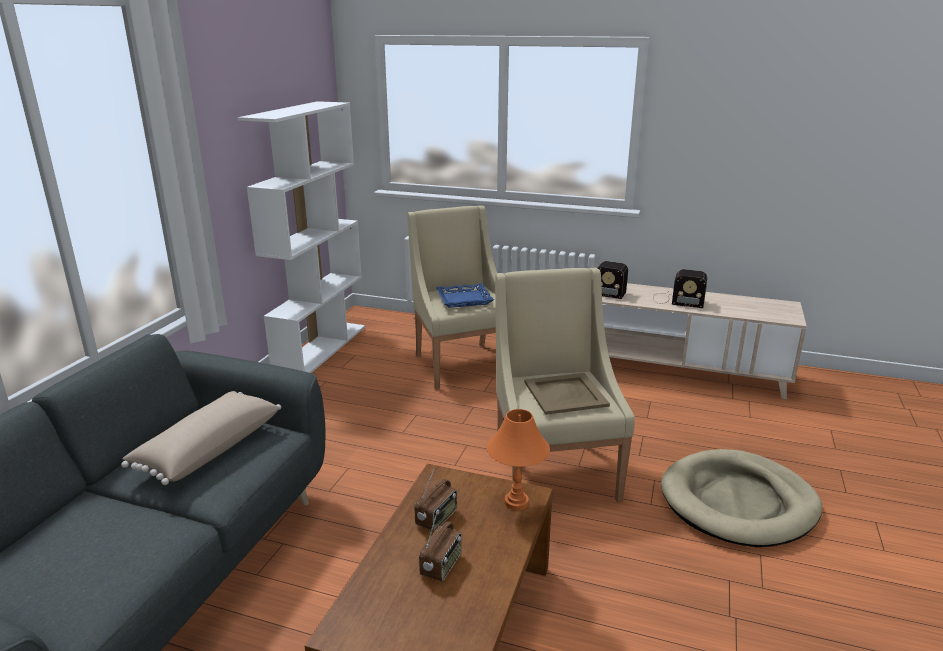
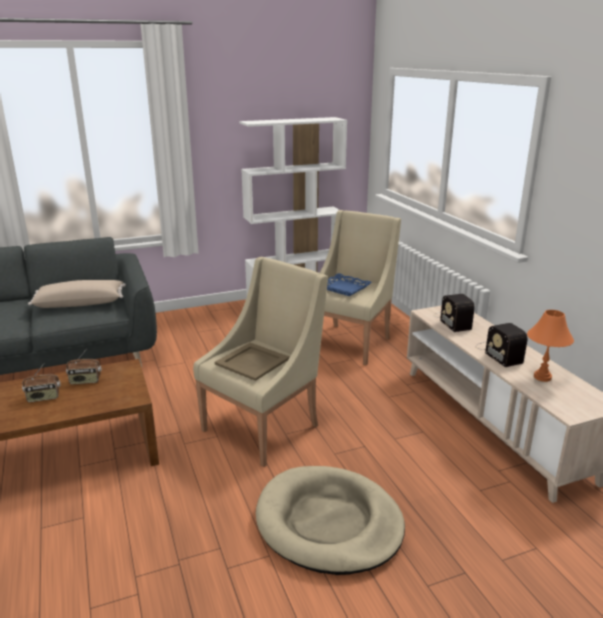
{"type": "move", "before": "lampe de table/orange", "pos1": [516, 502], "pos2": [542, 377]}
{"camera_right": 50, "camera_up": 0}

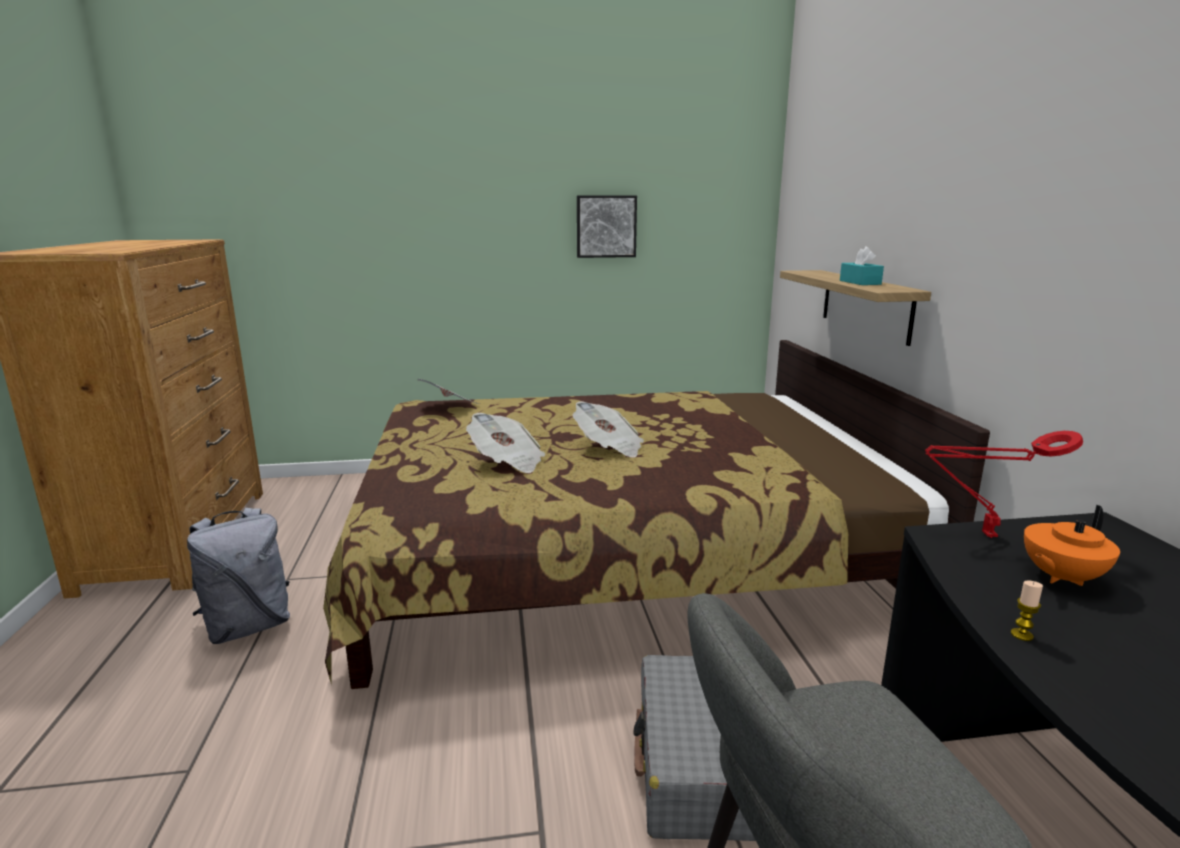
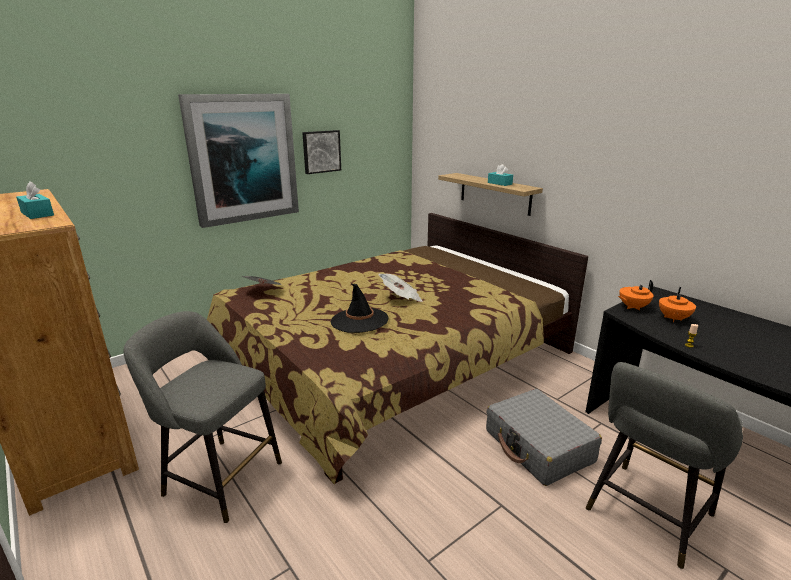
{"type": "replace", "before": "sac à dos/gris", "after": "tabouret/gris", "pos1": [248, 626], "pos2": [218, 476]}
{"type": "replace", "before": "journal", "after": "chapeau/noir", "pos1": [507, 462], "pos2": [359, 320]}
{"type": "replace", "before": "lampe de table/rouge", "after": "théière/orange", "pos1": [984, 535], "pos2": [632, 307]}
{"type": "insert", "after": "boîte à mouchoirs/turquoise", "pos2": [37, 214]}
{"type": "insert", "after": "tableau", "pos2": [243, 158]}
{"camera_right": -30, "camera_up": 5}

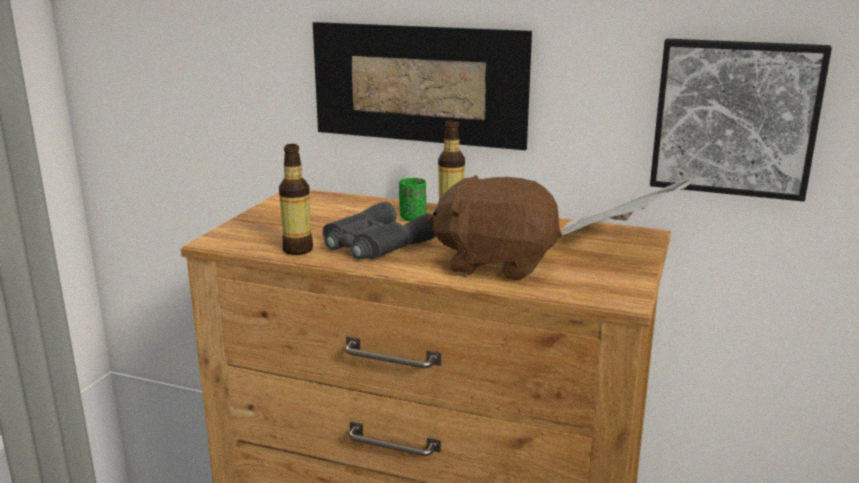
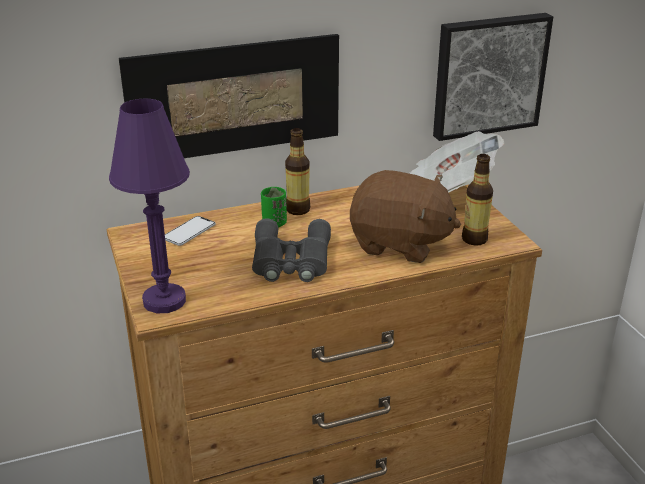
{"type": "move", "before": "bouteille", "pos1": [297, 250], "pos2": [474, 239]}
{"type": "rotate", "before": "peluche/marron", "pos1": [495, 263], "pos2": [400, 244], "turn": -135}
{"type": "insert", "after": "lampe de table/violet", "pos2": [164, 301]}
{"type": "insert", "after": "téléphone", "pos2": [189, 232]}
{"camera_right": -40, "camera_up": 10}

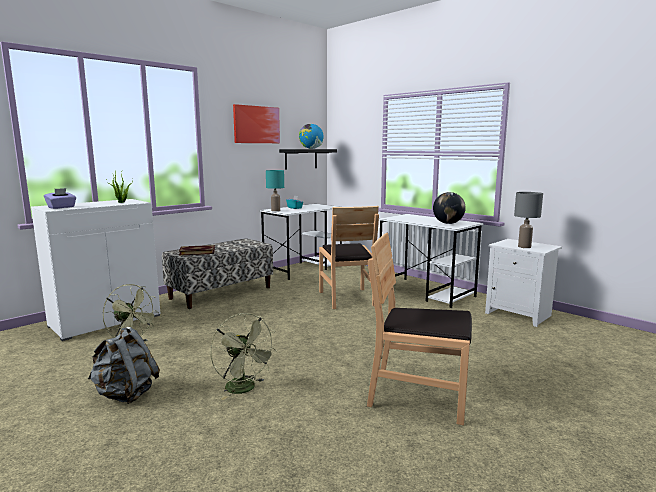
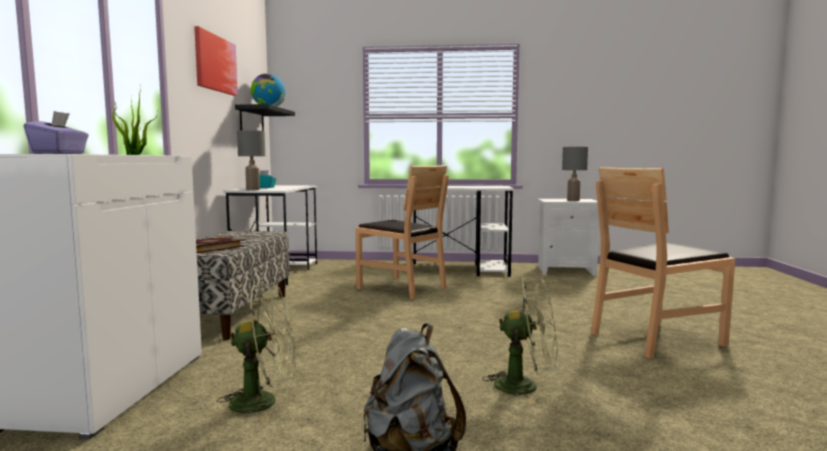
{"type": "recolor", "before": "lampe de table/turquoise", "after": "lampe de table/gris", "pos1": [276, 211], "pos2": [253, 189]}
{"type": "delete", "before": "globe", "pos1": [448, 223]}
{"camera_right": -40, "camera_up": -5}

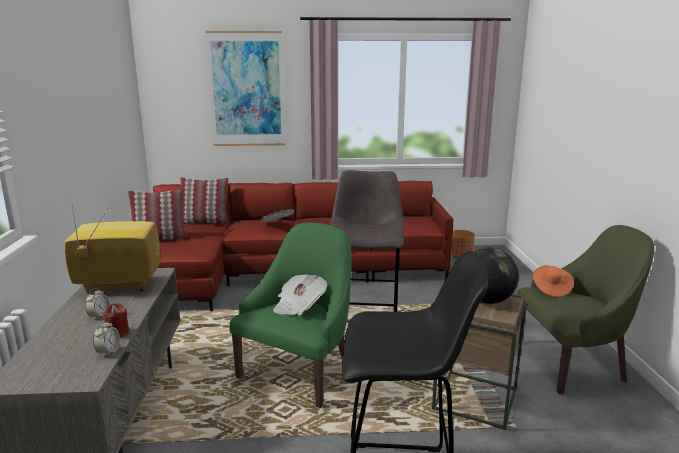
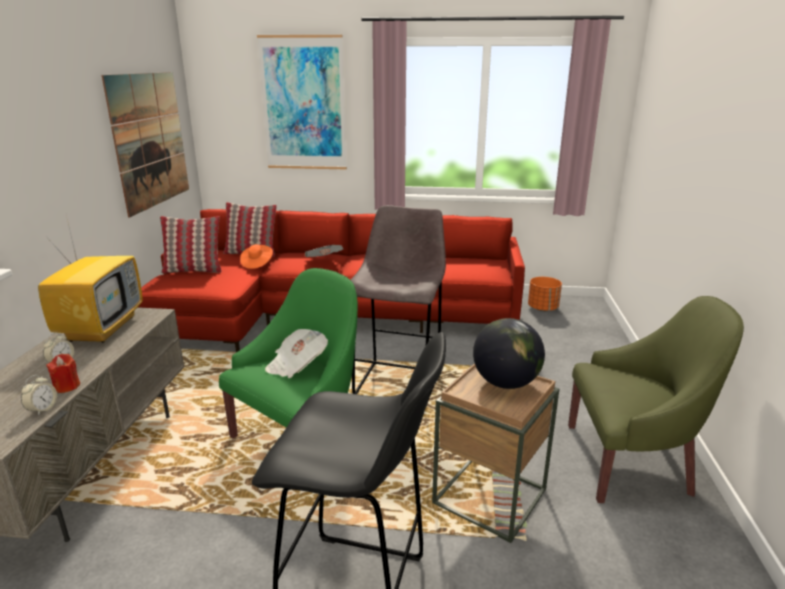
{"type": "rotate", "before": "téléviseur", "pos1": [117, 286], "pos2": [101, 328], "turn": 90}
{"type": "move", "before": "chapeau/orange", "pos1": [551, 289], "pos2": [257, 263]}
{"type": "insert", "after": "tableau", "pos2": [150, 140]}
{"camera_right": 10, "camera_up": 5}

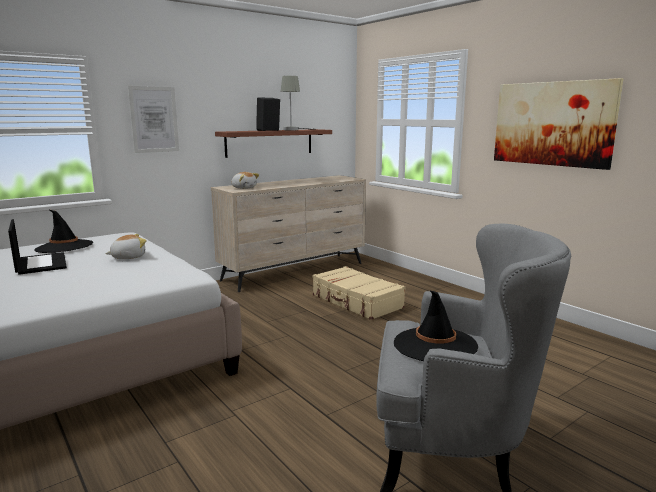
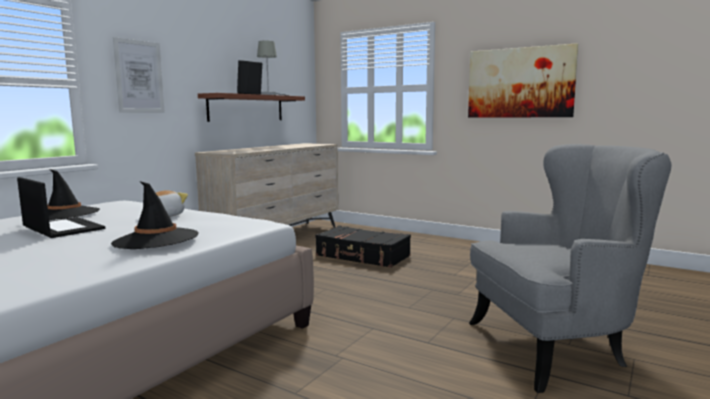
{"type": "delete", "before": "peluche", "pos1": [244, 188]}
{"type": "recolor", "before": "valise/beige", "after": "valise/noir", "pos1": [356, 302], "pos2": [362, 256]}
{"type": "move", "before": "chapeau/noir", "pos1": [434, 345], "pos2": [156, 239]}
{"camera_right": -20, "camera_up": -5}

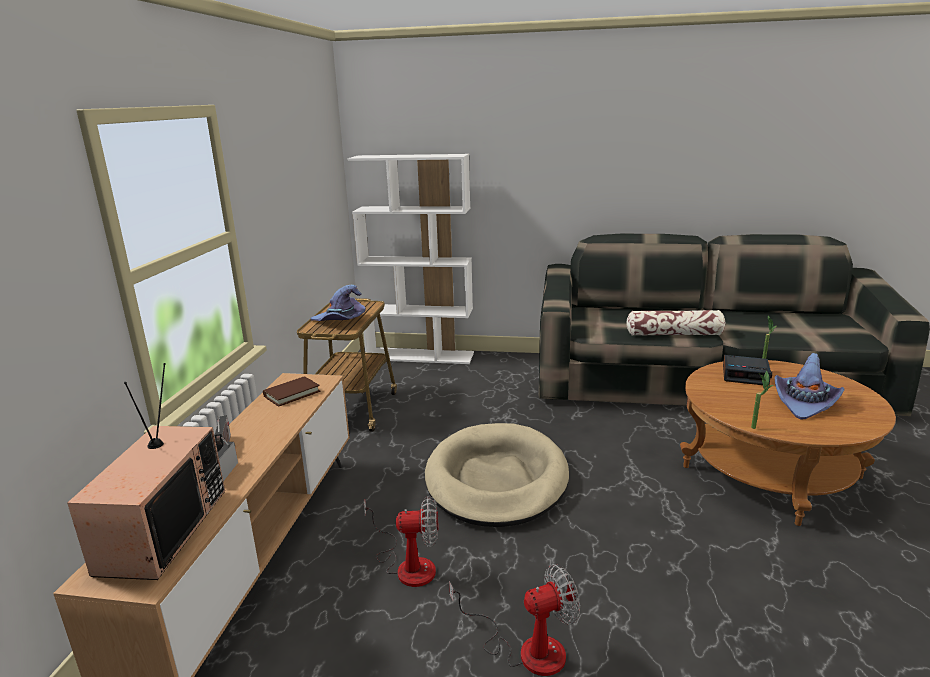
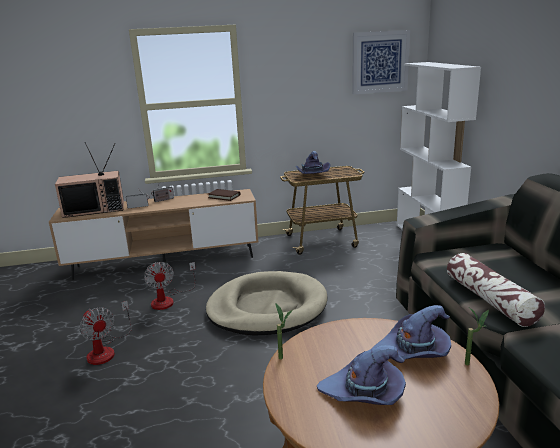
{"type": "replace", "before": "réveil", "after": "chapeau/violet", "pos1": [745, 375], "pos2": [413, 351]}
{"type": "insert", "after": "tableau", "pos2": [380, 62]}
{"camera_right": 70, "camera_up": 0}

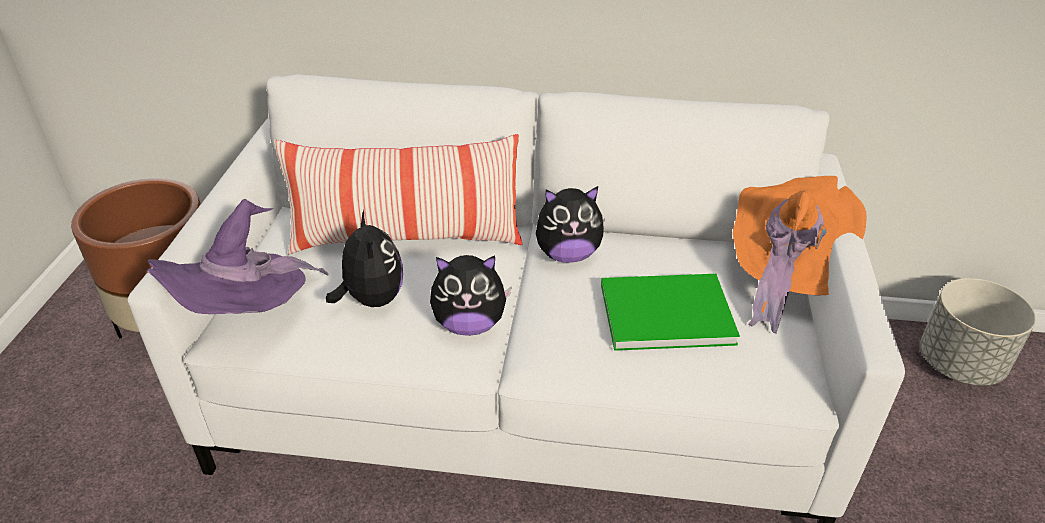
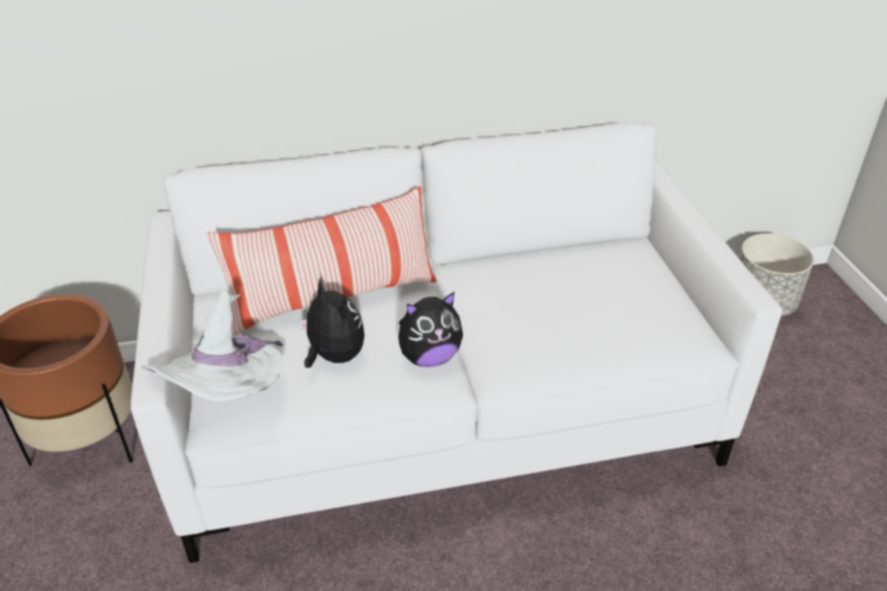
{"type": "recolor", "before": "chapeau/violet", "after": "chapeau/blanc", "pos1": [247, 316], "pos2": [230, 398]}
{"type": "delete", "before": "peluche", "pos1": [568, 254]}
{"type": "delete", "before": "livre/vert", "pos1": [661, 312]}
{"type": "delete", "before": "chapeau/orange", "pos1": [783, 276]}
{"camera_right": -20, "camera_up": 0}

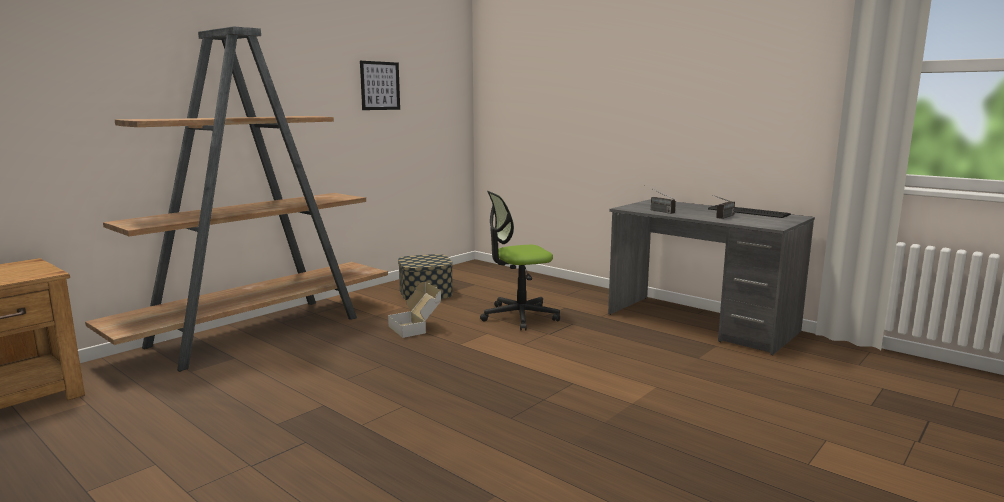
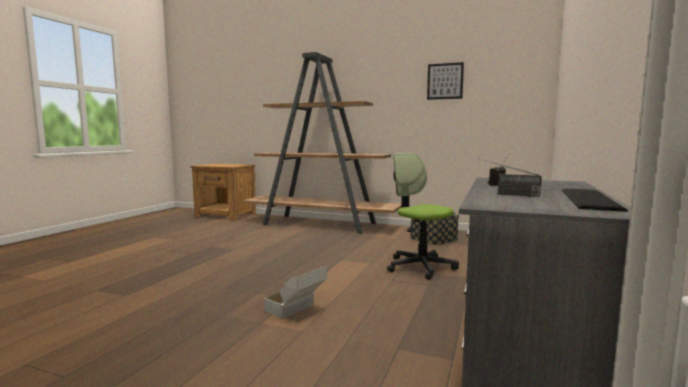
{"type": "move", "before": "carton", "pos1": [416, 328], "pos2": [297, 311]}
{"camera_right": 70, "camera_up": -5}

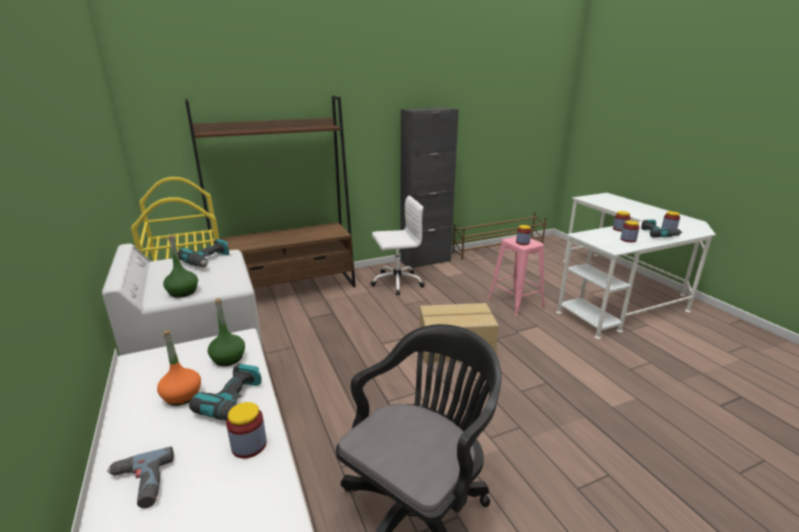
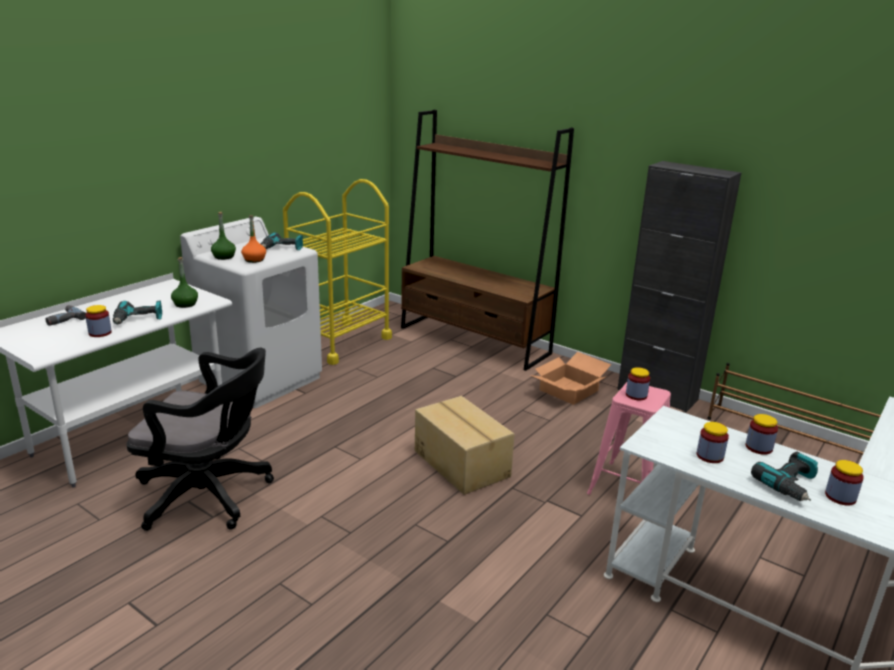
{"type": "move", "before": "bouteille/orange", "pos1": [182, 396], "pos2": [254, 260]}
{"type": "replace", "before": "chaise de bureau/blanc", "after": "carton", "pos1": [396, 282], "pos2": [569, 391]}
{"camera_right": 60, "camera_up": 0}

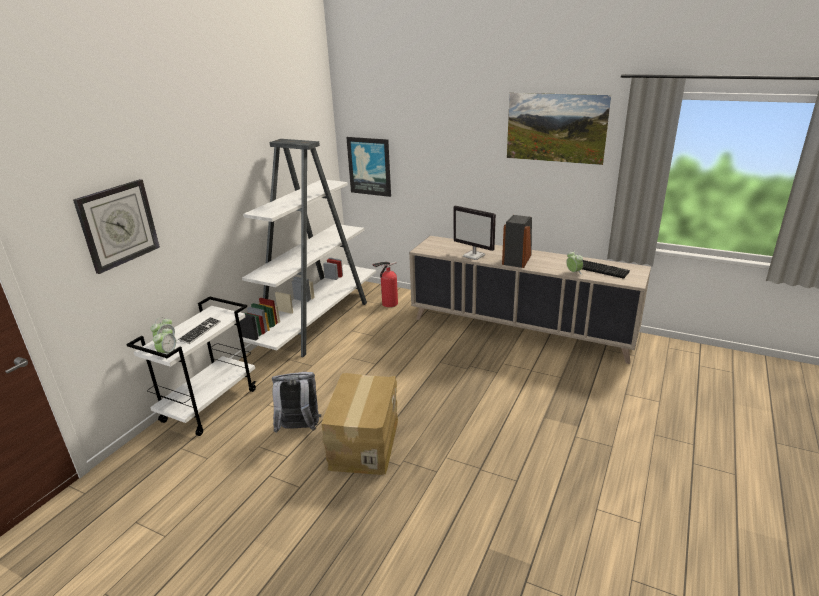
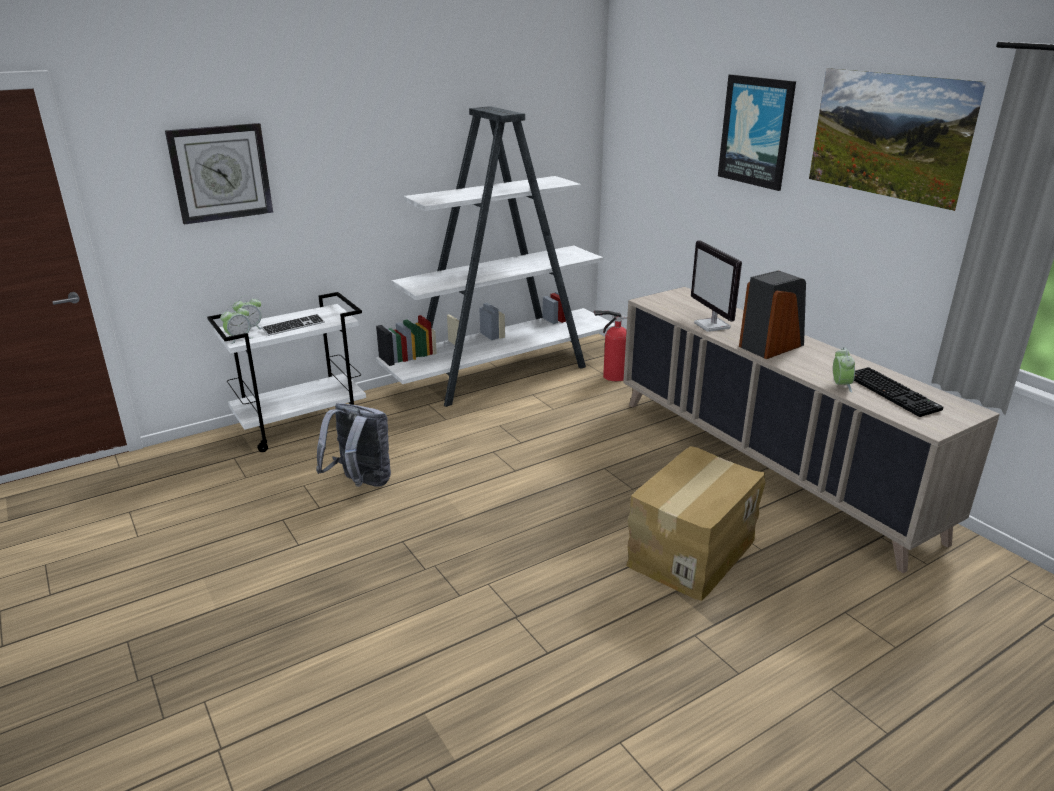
{"type": "move", "before": "carton", "pos1": [363, 443], "pos2": [690, 551]}
{"type": "move", "before": "tableau", "pos1": [369, 166], "pos2": [756, 131]}
{"camera_right": 30, "camera_up": 0}

